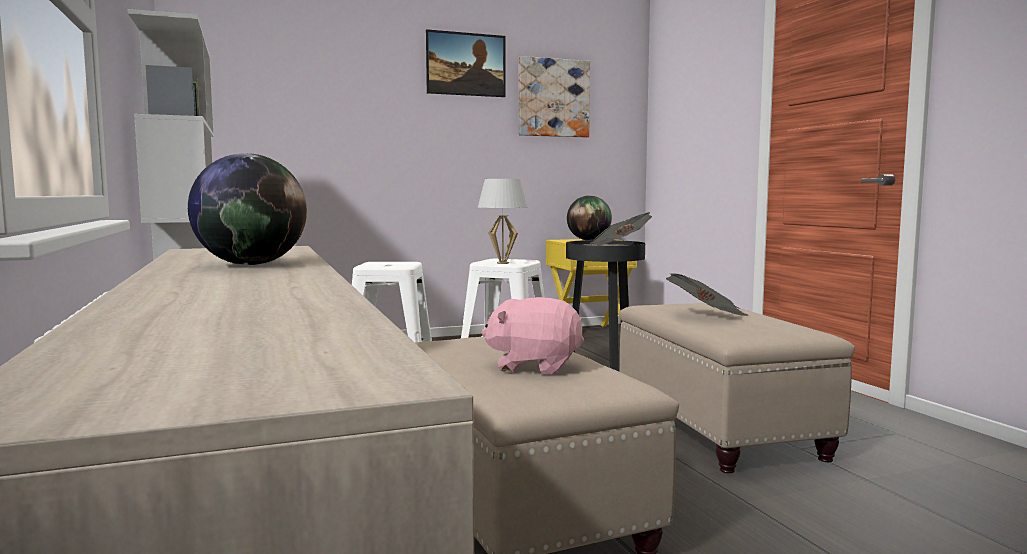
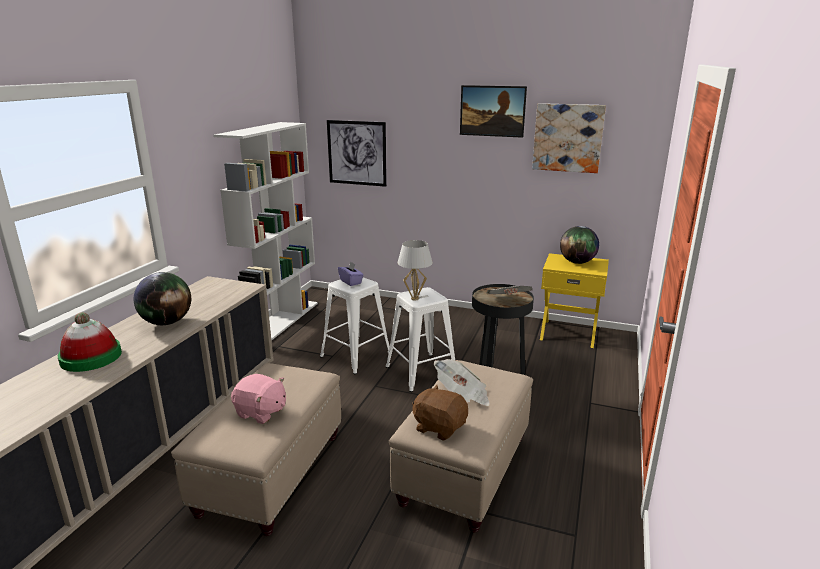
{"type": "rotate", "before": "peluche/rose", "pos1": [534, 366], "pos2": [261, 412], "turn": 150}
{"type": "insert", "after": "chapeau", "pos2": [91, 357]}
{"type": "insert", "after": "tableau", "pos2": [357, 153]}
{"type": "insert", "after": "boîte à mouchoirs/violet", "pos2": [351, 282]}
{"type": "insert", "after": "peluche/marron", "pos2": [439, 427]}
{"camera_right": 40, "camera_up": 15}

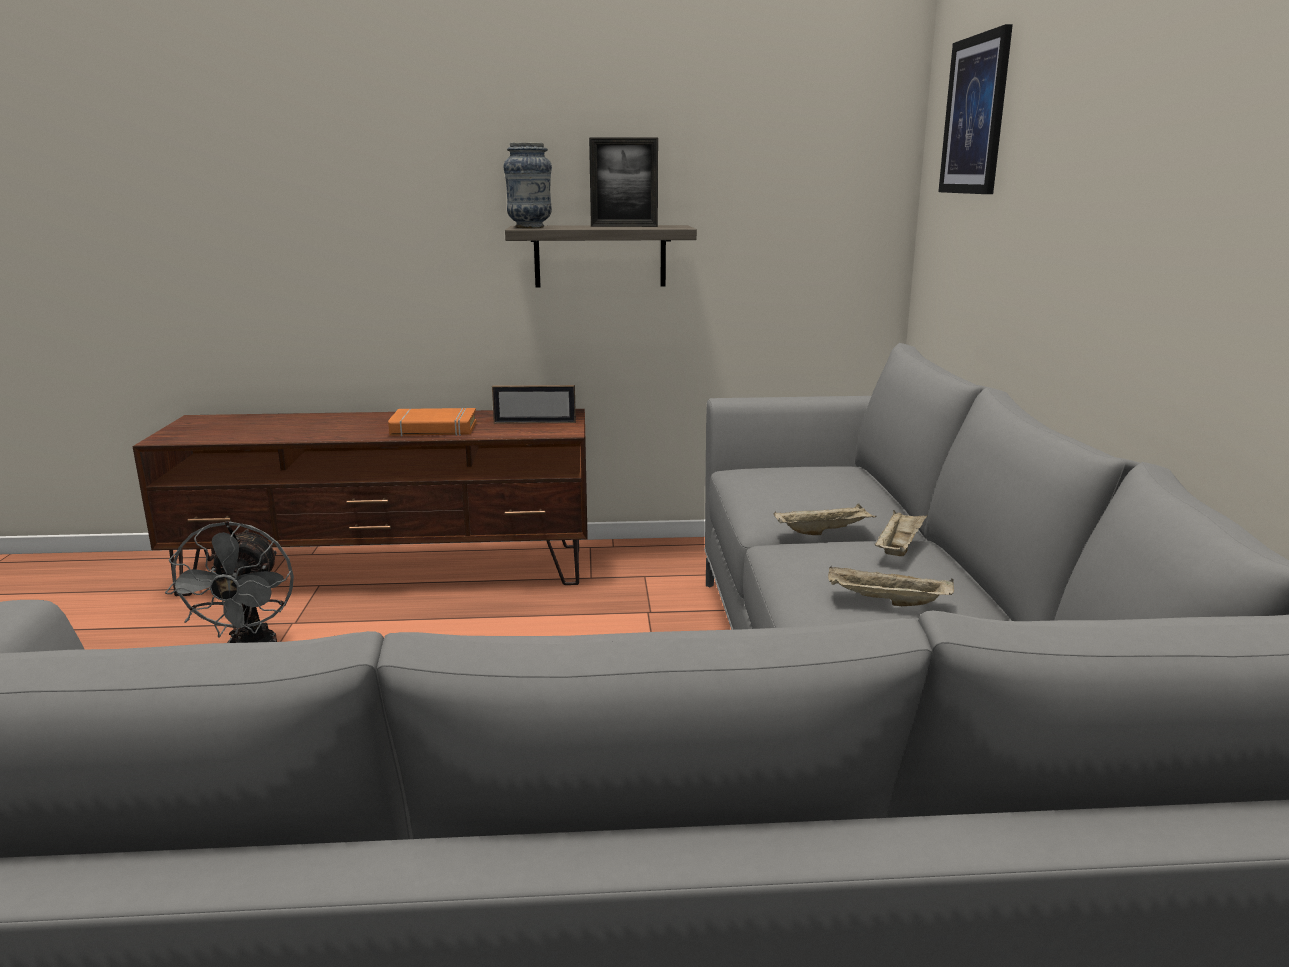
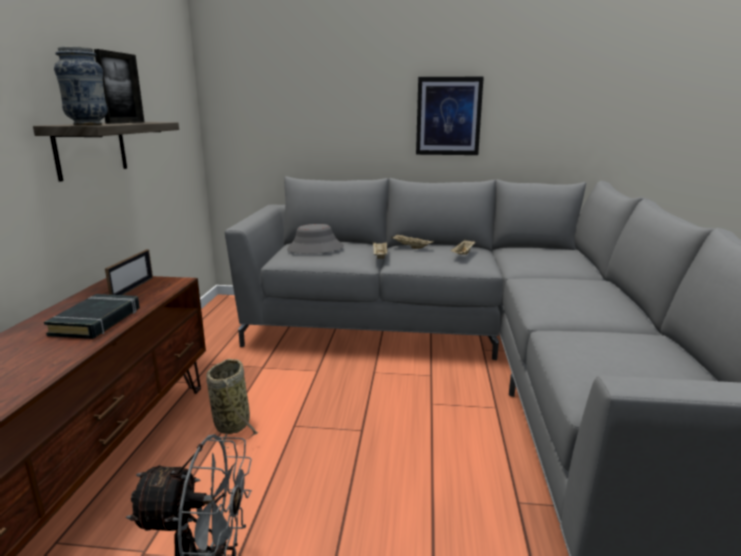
{"type": "recolor", "before": "livre/orange", "after": "livre/noir", "pos1": [433, 429], "pos2": [97, 321]}
{"type": "move", "before": "tableau", "pos1": [975, 115], "pos2": [448, 116]}
{"type": "insert", "after": "panier", "pos2": [232, 423]}
{"type": "insert", "after": "chapeau/gris", "pos2": [315, 249]}
{"camera_right": -80, "camera_up": 0}

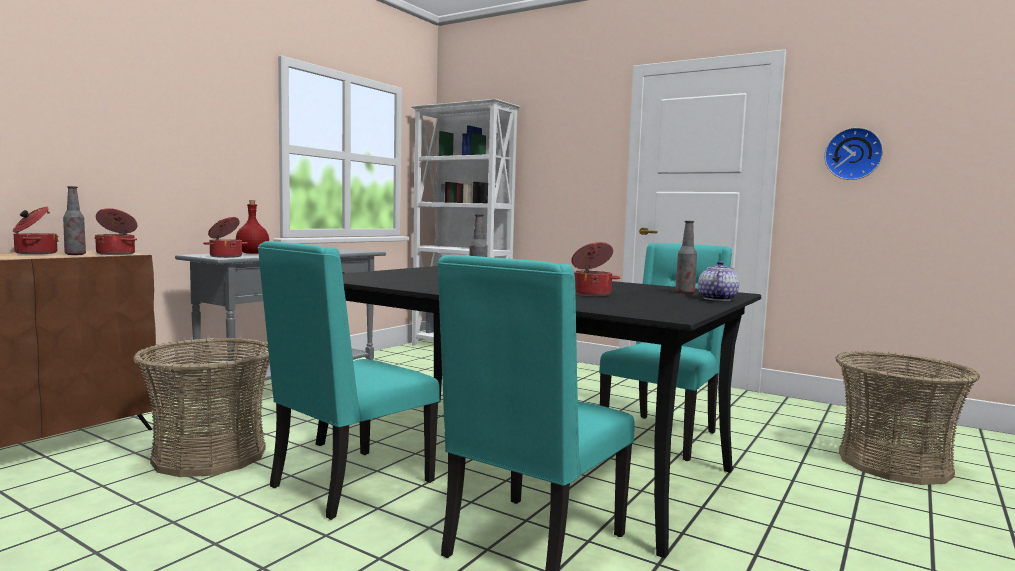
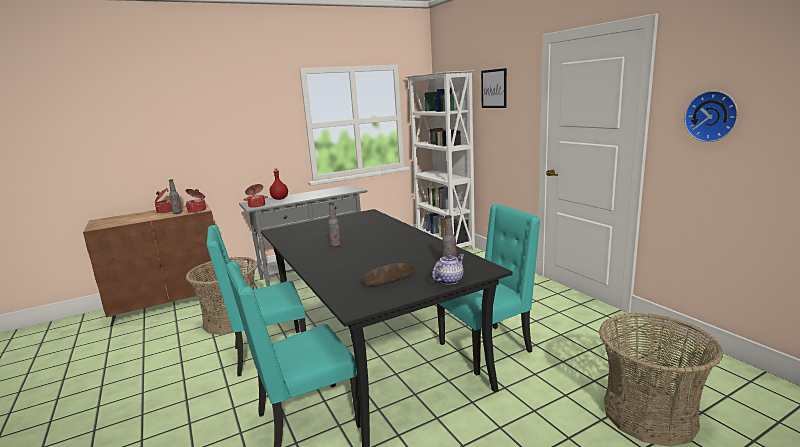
{"type": "delete", "before": "marmite", "pos1": [591, 294]}
{"type": "insert", "after": "pain", "pos2": [388, 278]}
{"type": "insert", "after": "tableau", "pos2": [494, 88]}
{"camera_right": 30, "camera_up": 10}

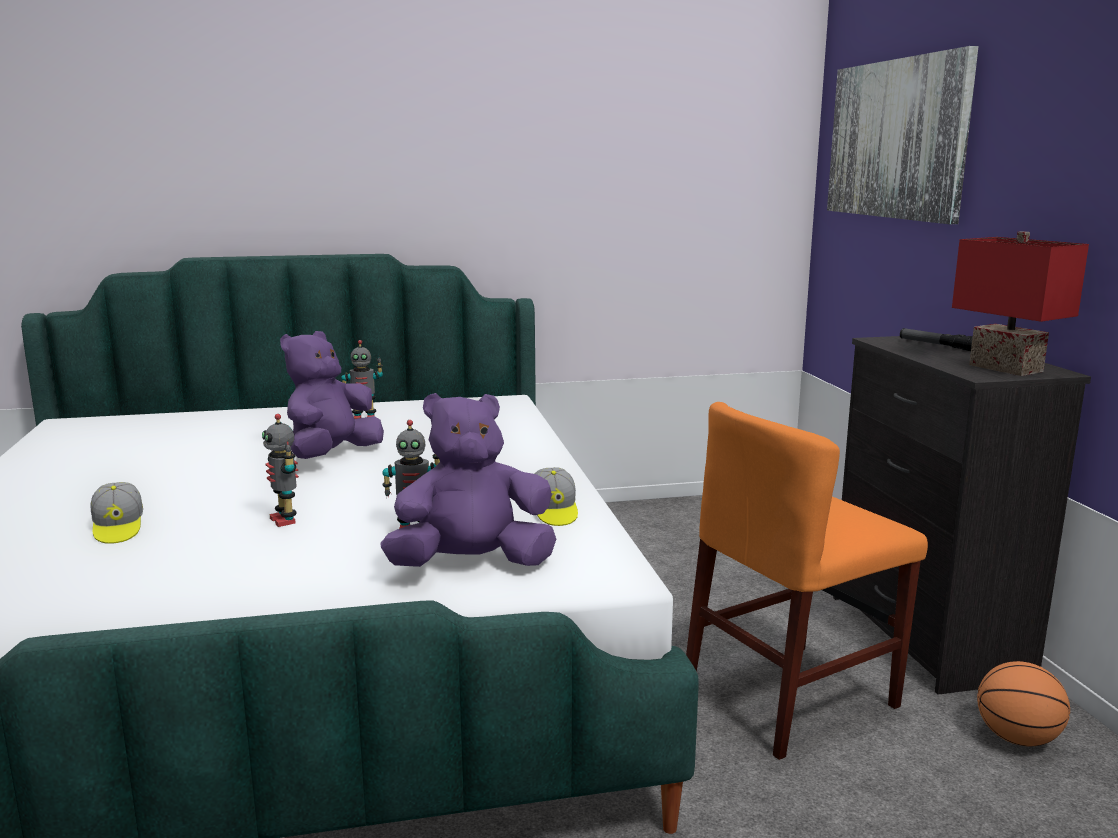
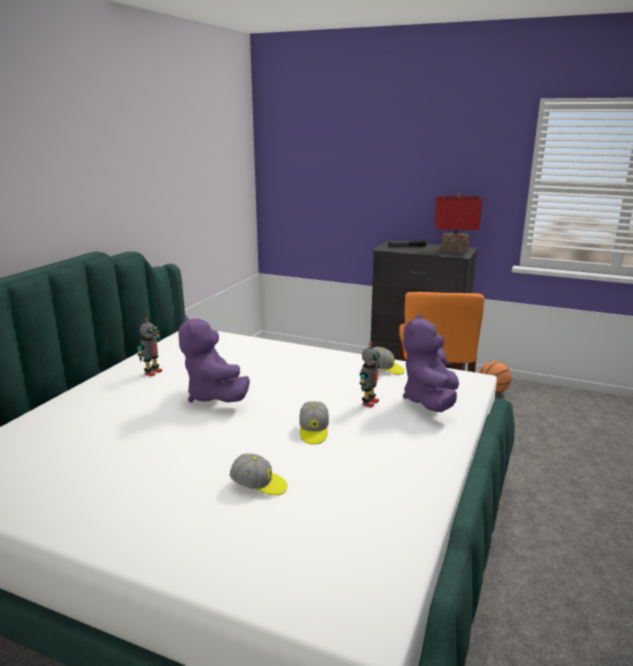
{"type": "replace", "before": "robot jouet", "after": "casquette", "pos1": [285, 520], "pos2": [313, 431]}
{"type": "delete", "before": "tableau", "pos1": [896, 139]}
{"camera_right": -55, "camera_up": 5}

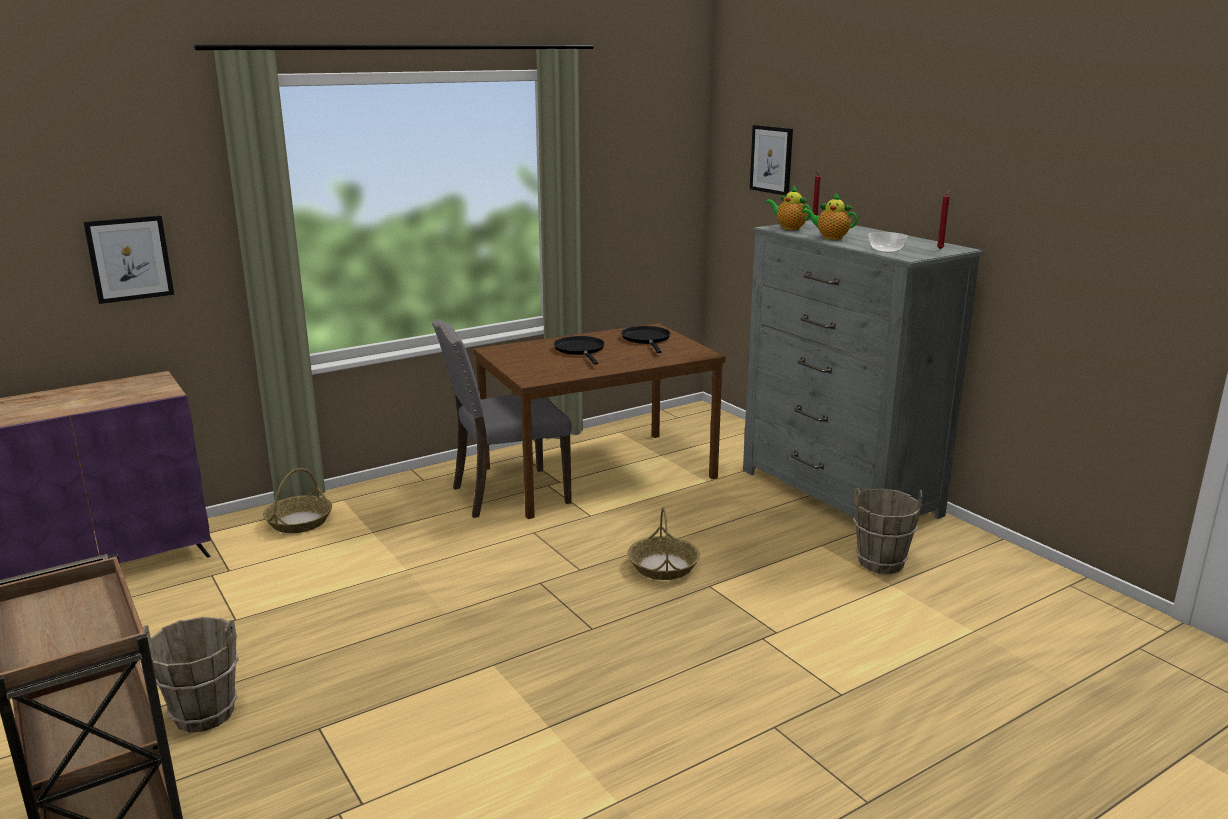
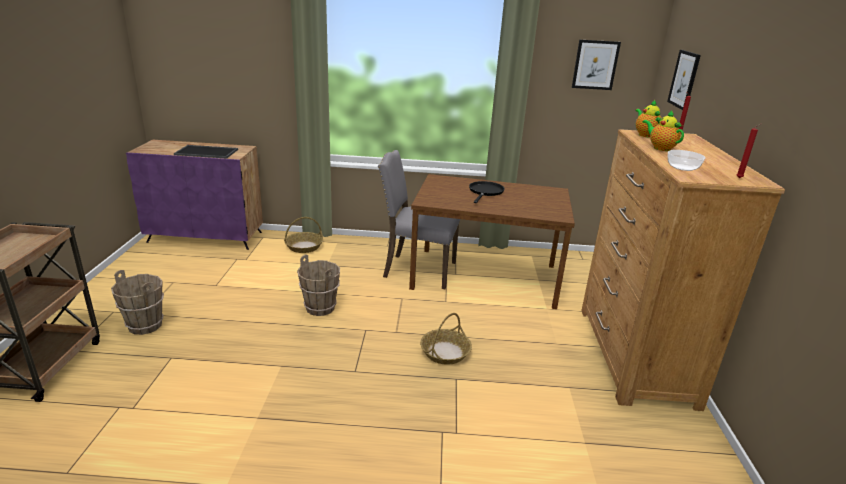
{"type": "move", "before": "tableau", "pos1": [129, 259], "pos2": [595, 65]}
{"type": "delete", "before": "poêle/noir", "pos1": [646, 339]}
{"type": "recolor", "before": "commode/gris", "after": "commode/marron", "pos1": [838, 492], "pos2": [634, 355]}
{"type": "move", "before": "seau/marron", "pos1": [880, 562], "pos2": [320, 308]}
{"type": "insert", "after": "plateau", "pos2": [207, 152]}
{"camera_right": 35, "camera_up": 5}

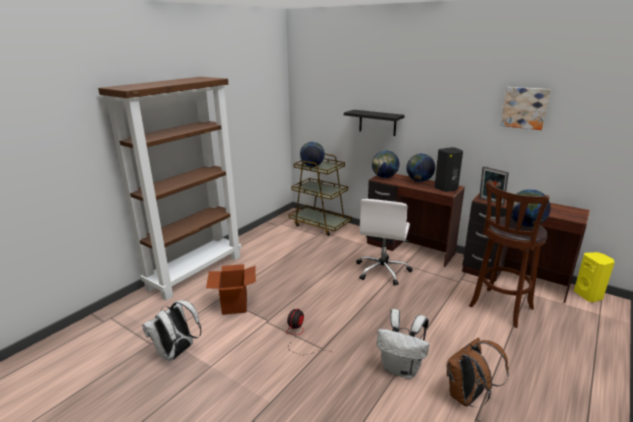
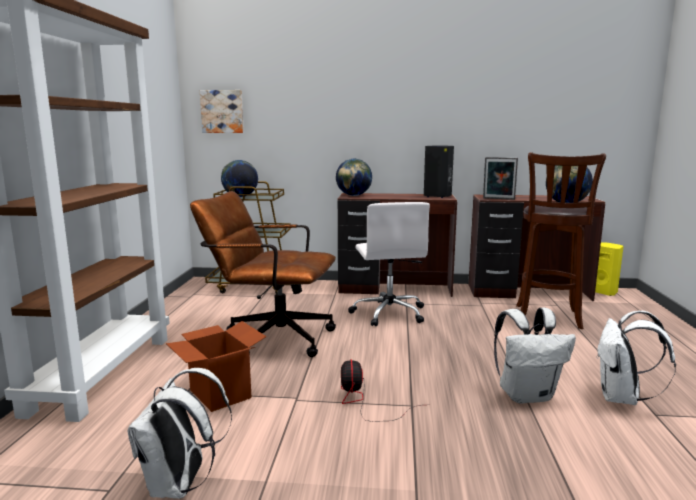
{"type": "delete", "before": "étagère/noir", "pos1": [377, 122]}
{"type": "delete", "before": "globe", "pos1": [419, 181]}
{"type": "recolor", "before": "sac à dos/marron", "after": "sac à dos/blanc", "pos1": [467, 397], "pos2": [622, 398]}
{"type": "move", "before": "tableau", "pos1": [524, 107], "pos2": [222, 111]}
{"type": "insert", "after": "chaise de bureau/marron", "pos2": [270, 337]}
{"camera_right": -30, "camera_up": -10}

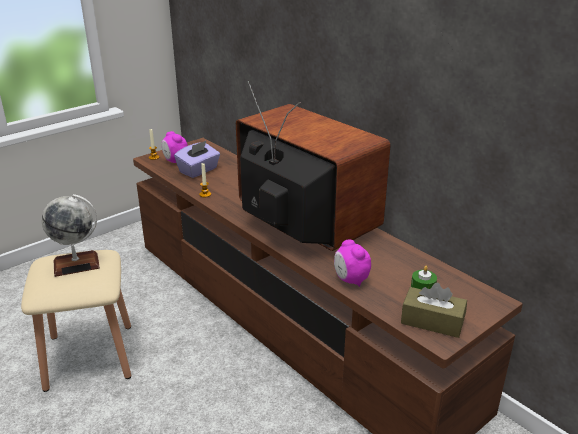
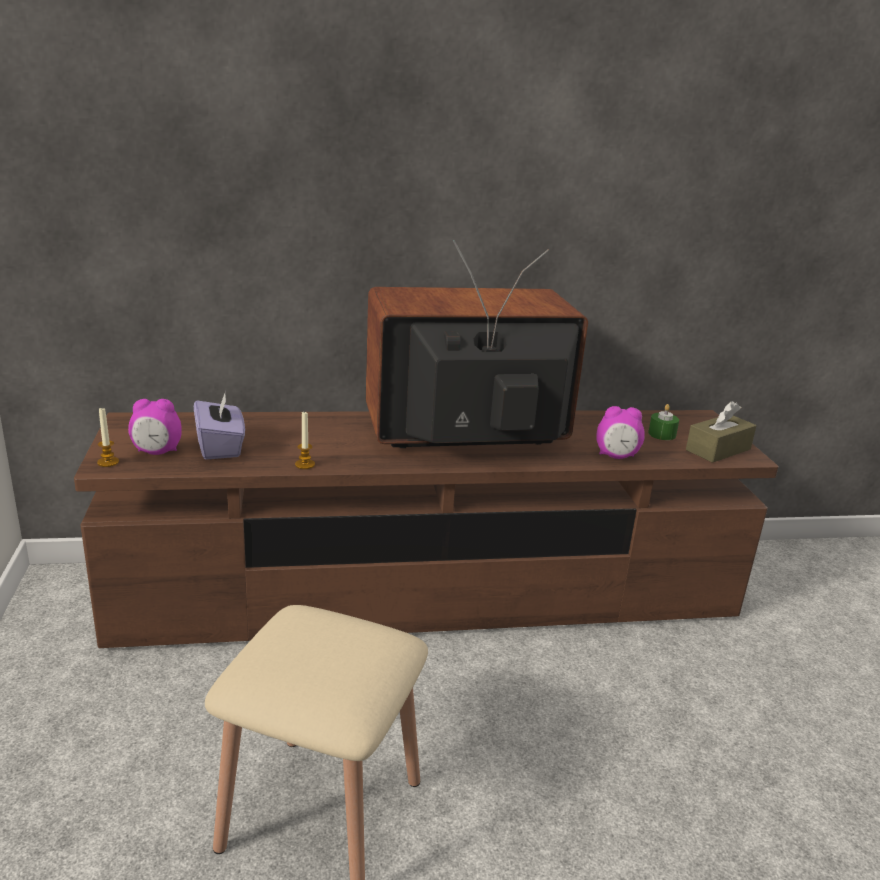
{"type": "delete", "before": "globe", "pos1": [76, 264]}
{"camera_right": -60, "camera_up": -5}

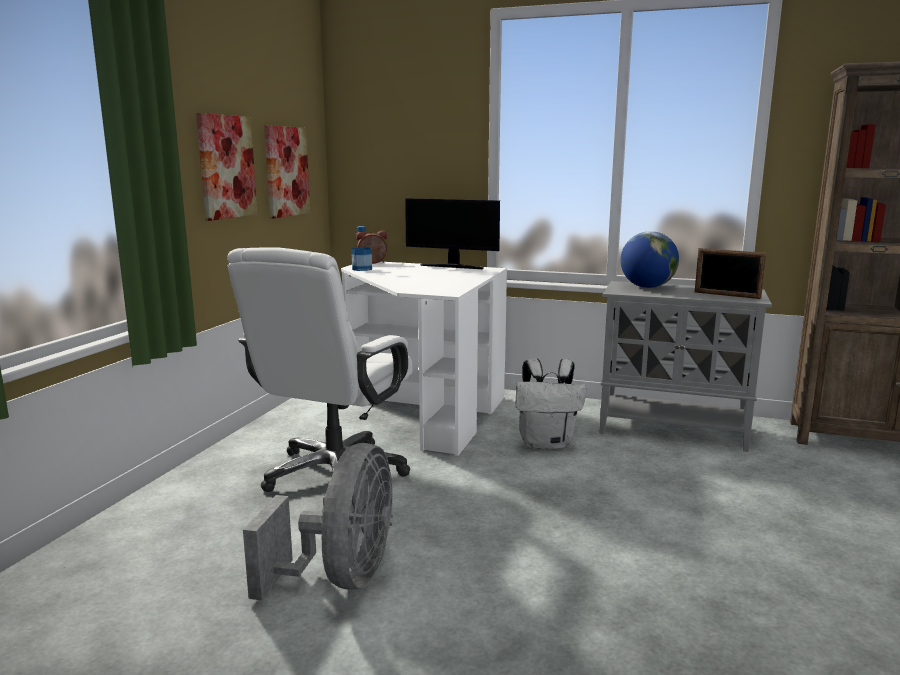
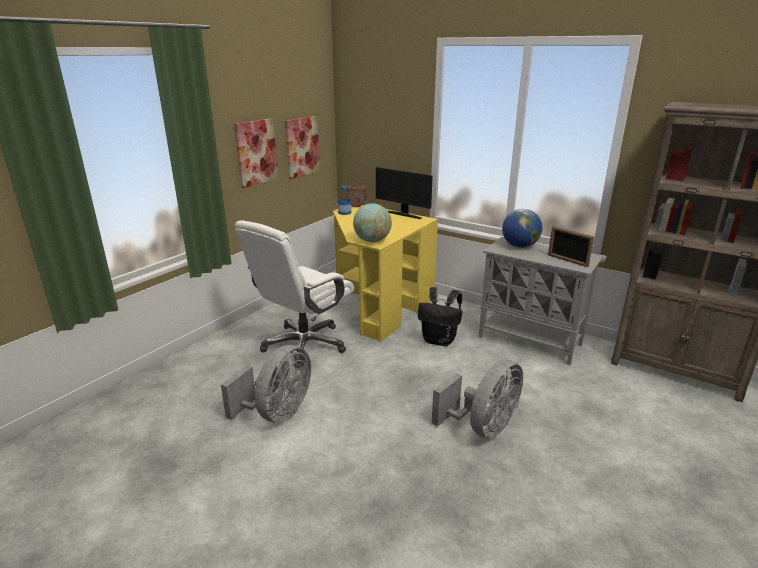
{"type": "recolor", "before": "bureau/blanc", "after": "bureau/jaune", "pos1": [422, 410], "pos2": [376, 305]}
{"type": "recolor", "before": "sac à dos/blanc", "after": "sac à dos/noir", "pos1": [547, 443], "pos2": [439, 340]}
{"type": "insert", "after": "globe", "pos2": [372, 241]}
{"type": "insert", "after": "ventilateur/gris", "pos2": [483, 427]}
{"camera_right": 15, "camera_up": 10}

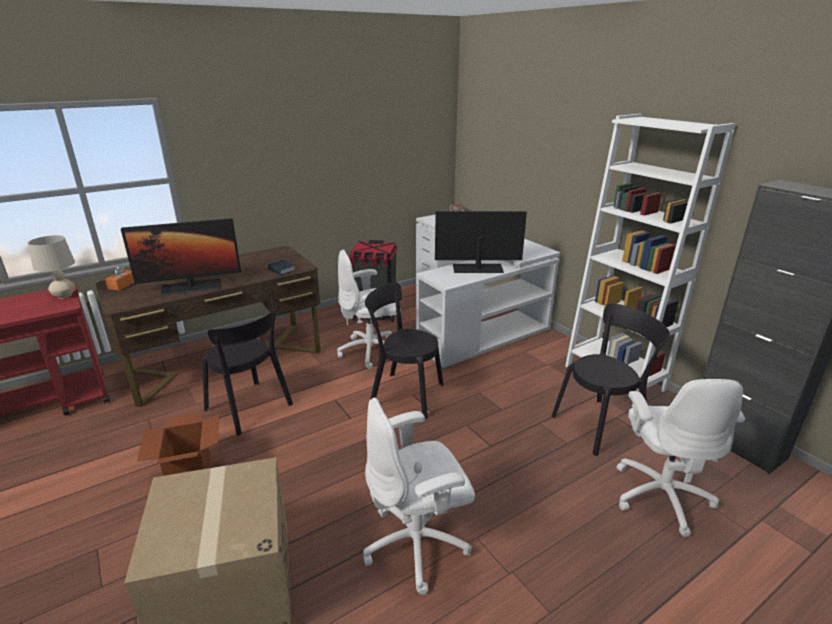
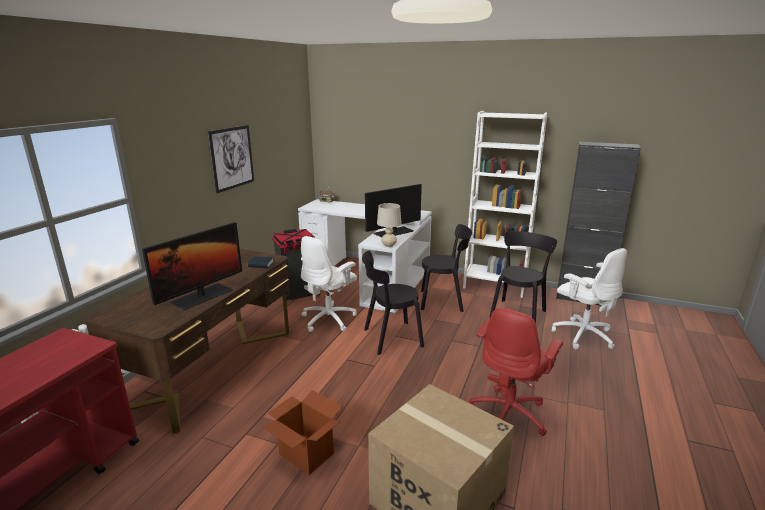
{"type": "move", "before": "lampe de table/beige", "pos1": [64, 296], "pos2": [389, 245]}
{"type": "delete", "before": "boîte à mouchoirs/orange", "pos1": [122, 285]}
{"type": "move", "before": "chaise/noir", "pos1": [251, 409], "pos2": [444, 301]}
{"type": "recolor", "before": "chaise de bureau/blanc", "after": "chaise de bureau/rouge", "pos1": [417, 544], "pos2": [509, 414]}
{"type": "insert", "after": "tableau", "pos2": [232, 158]}
{"camera_right": -35, "camera_up": -5}

